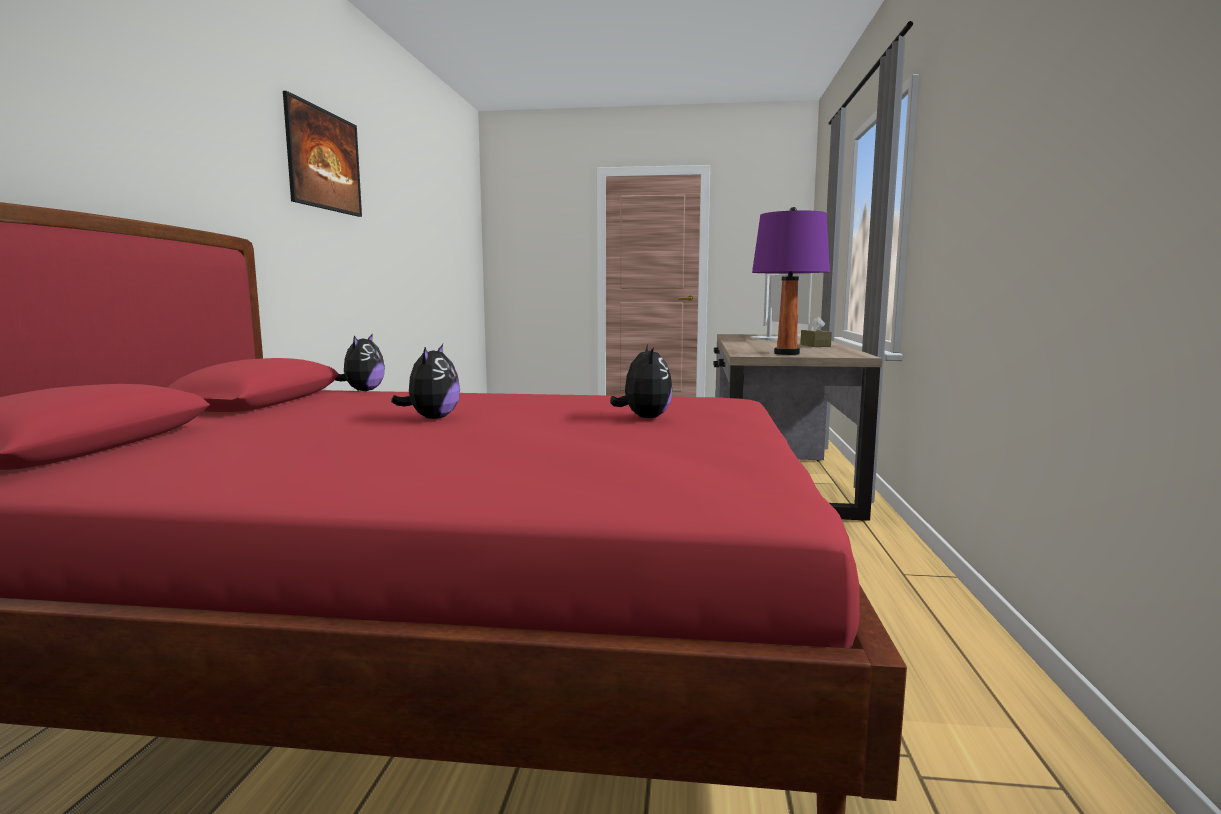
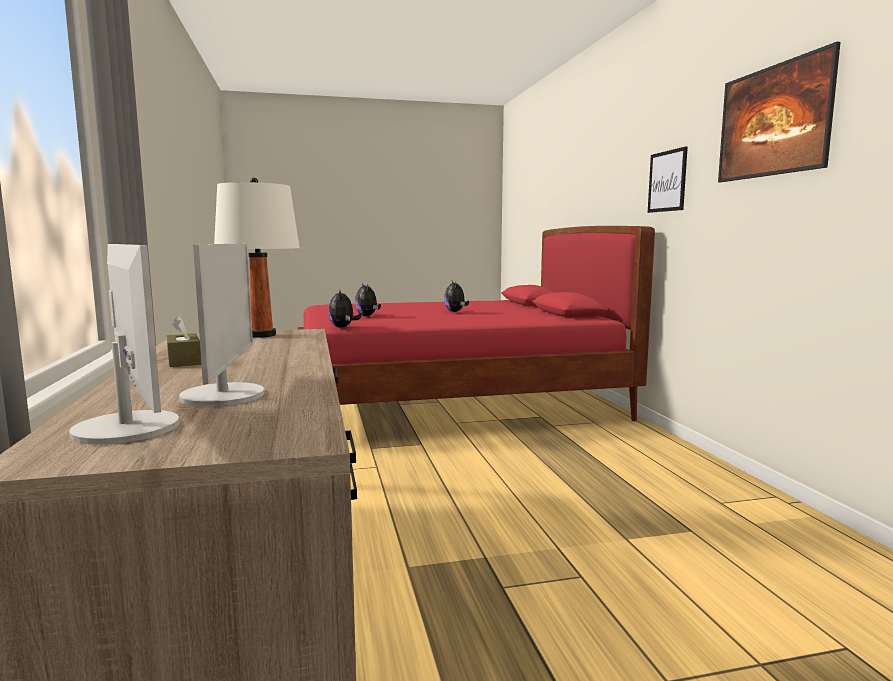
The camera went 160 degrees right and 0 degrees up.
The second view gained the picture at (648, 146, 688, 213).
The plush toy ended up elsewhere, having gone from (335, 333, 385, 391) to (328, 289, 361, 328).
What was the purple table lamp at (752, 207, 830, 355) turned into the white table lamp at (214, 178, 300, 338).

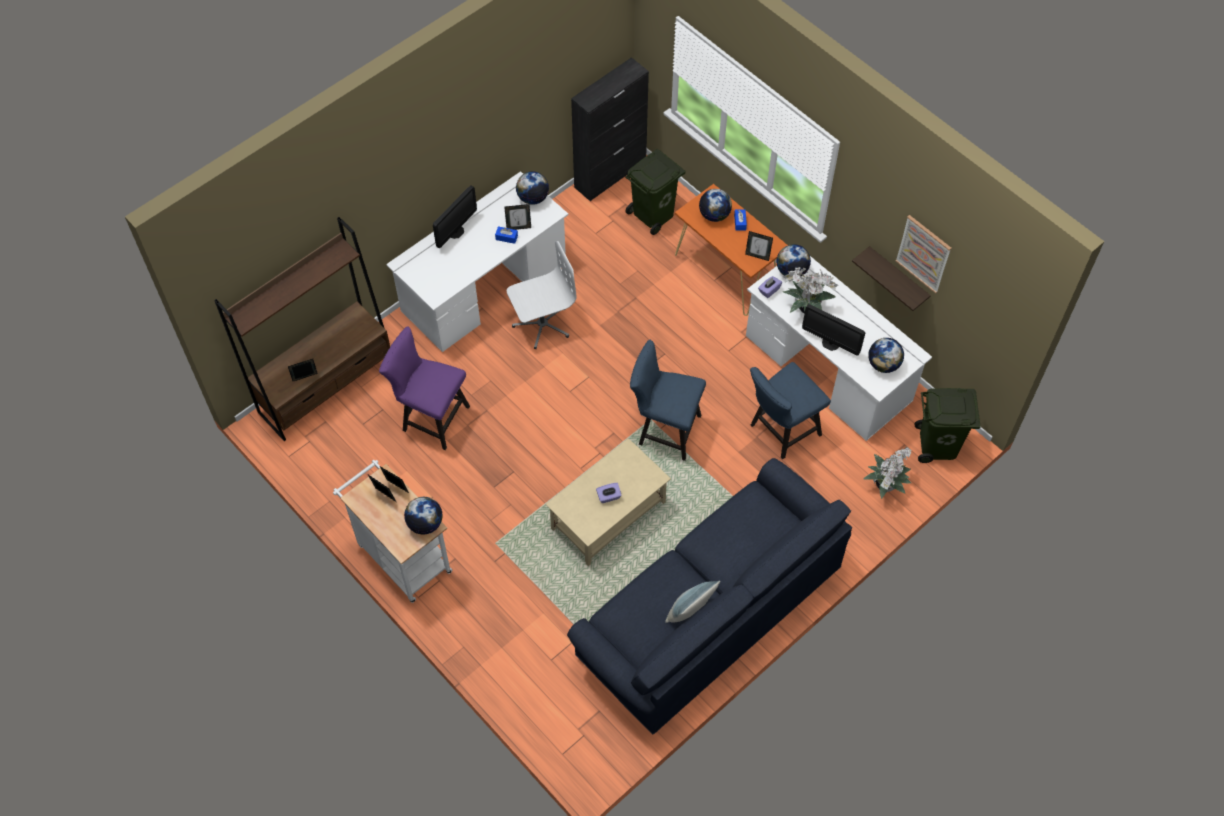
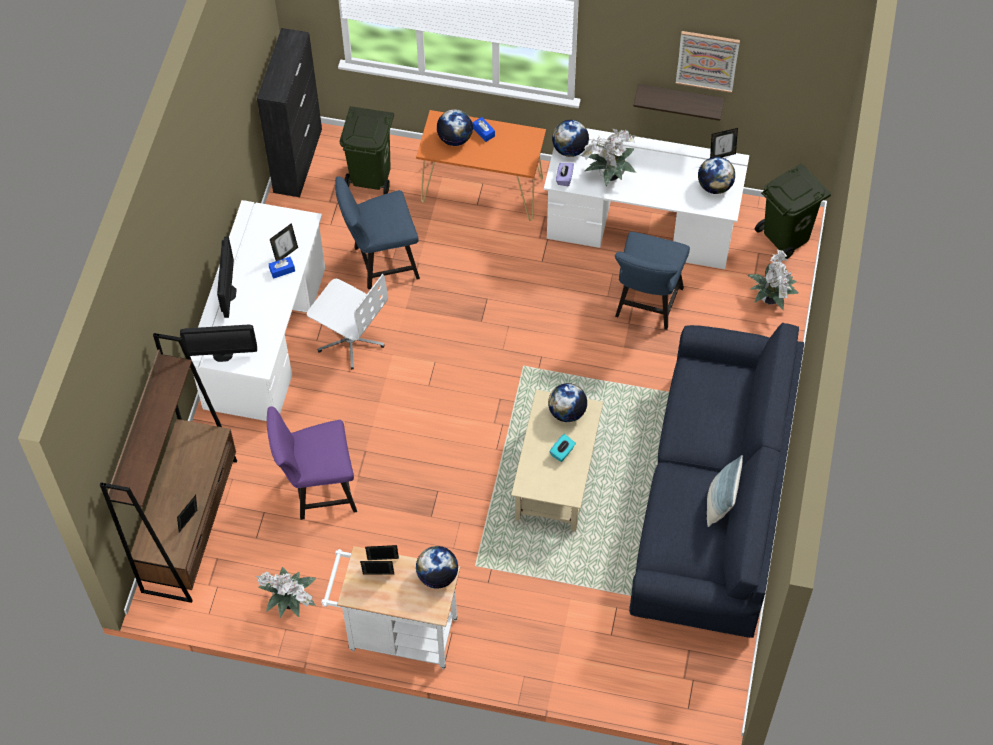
The camera went 35 degrees left and 0 degrees up.
The second view gained the potted plant at (256, 567, 316, 618).
The globe ended up elsewhere, having gone from (516, 171, 549, 205) to (548, 383, 587, 422).
The blue chair ended up elsewhere, having gone from (630, 339, 706, 461) to (335, 177, 420, 289).
The picture frame ended up elsewhere, having gone from (745, 231, 773, 261) to (710, 128, 738, 158).
The monitor ended up elsewhere, having gone from (802, 304, 865, 356) to (180, 324, 257, 362).
What was the purple tissue box at (596, 483, 622, 503) turned into the turquoise tissue box at (549, 434, 576, 462).
The white office chair at (507, 241, 577, 349) ended up facing another way, 90 degrees clockwise from before.

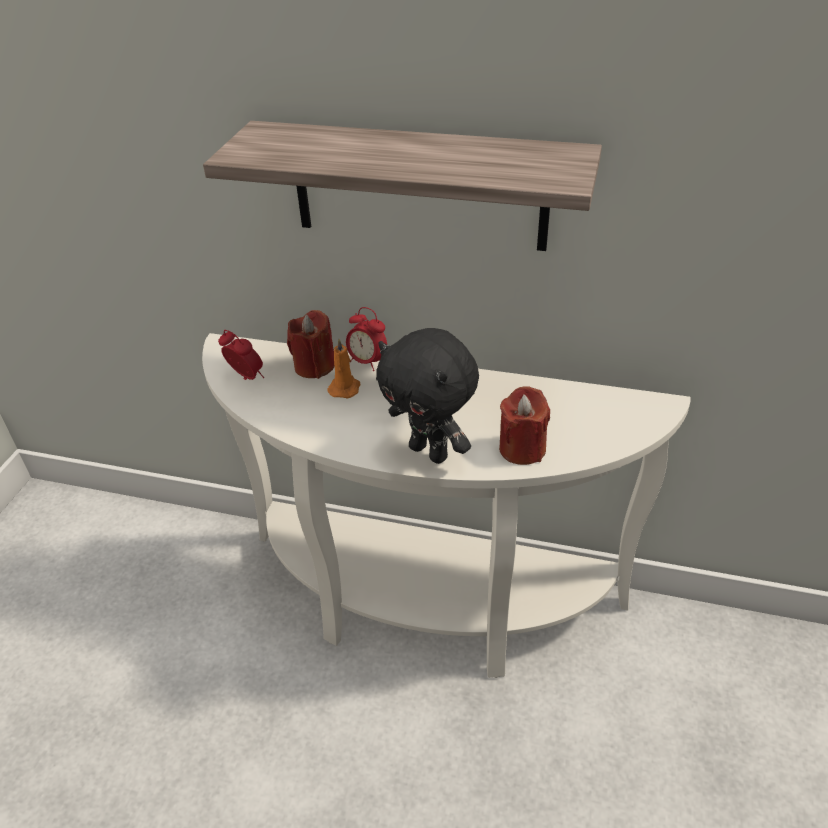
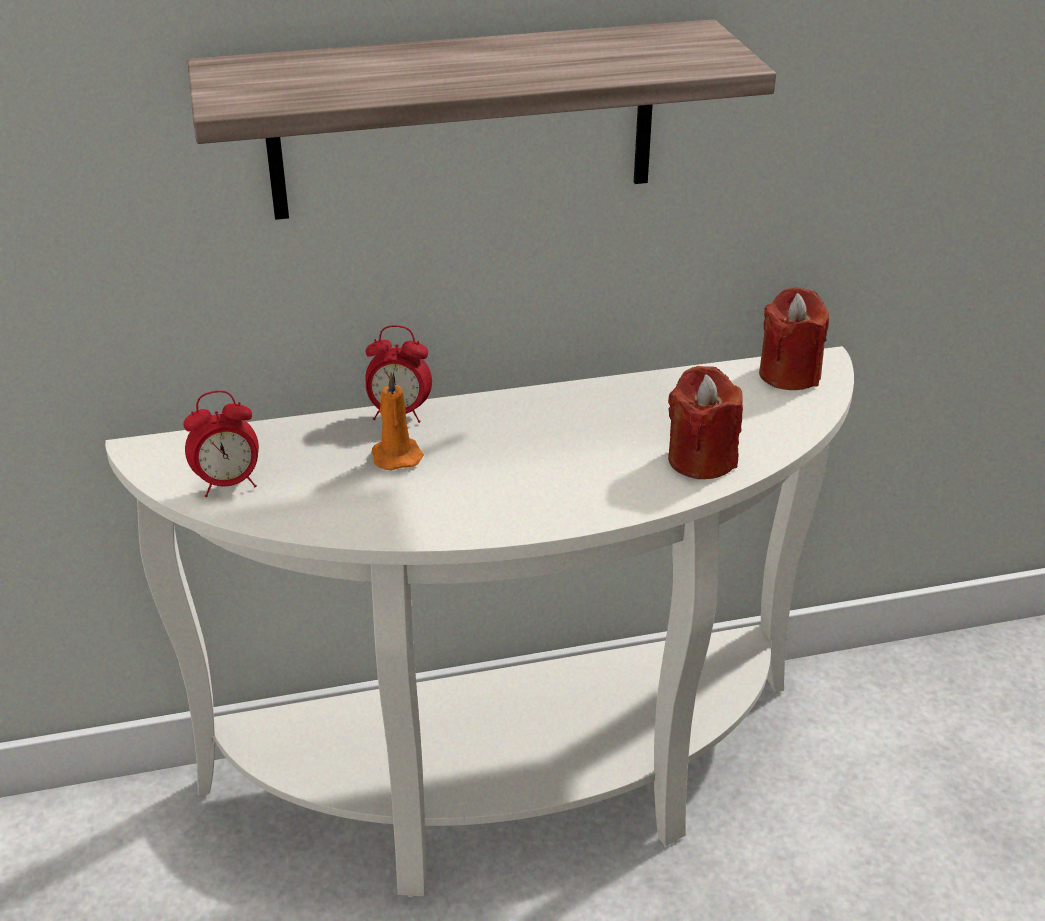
The camera went 30 degrees left and 5 degrees down.
The second view lost the black plush toy at (376, 328, 479, 464).
The red candle ended up elsewhere, having gone from (287, 310, 335, 379) to (759, 287, 829, 390).
The alarm clock at (218, 330, 264, 380) ended up facing another way, 150 degrees clockwise from before.

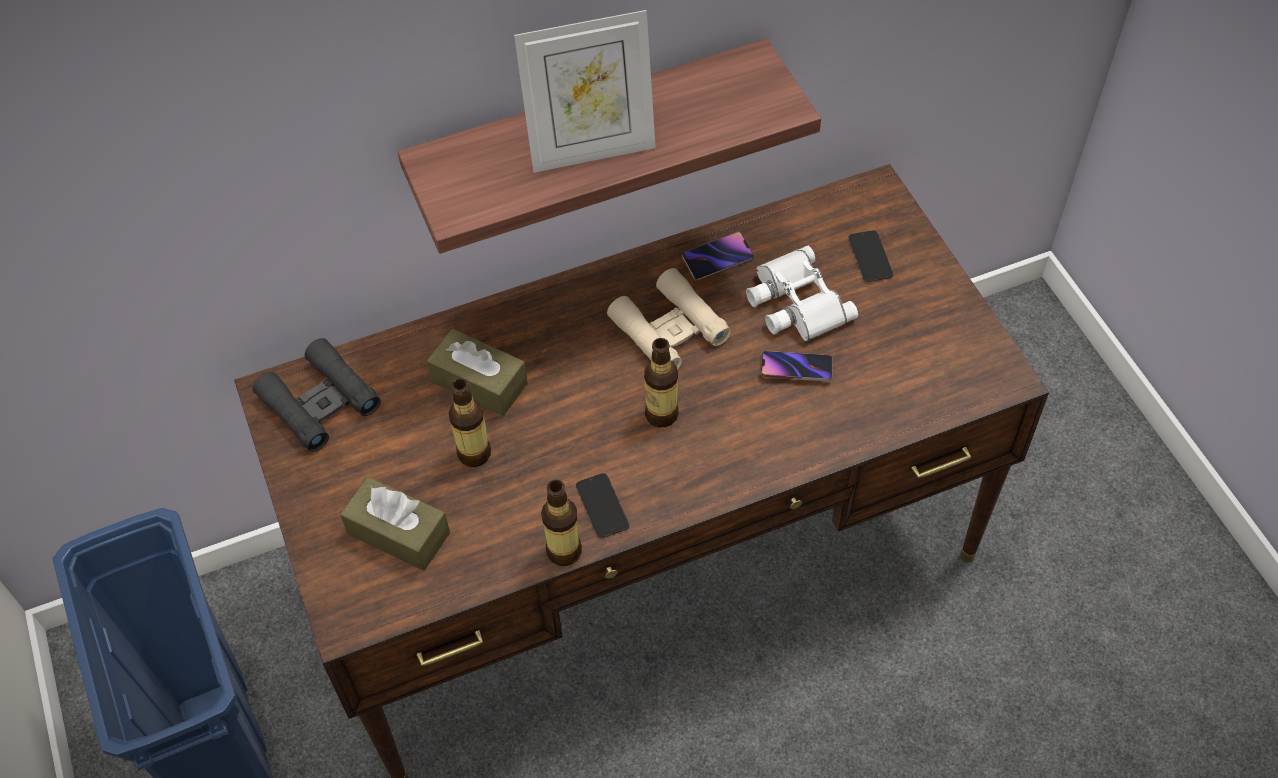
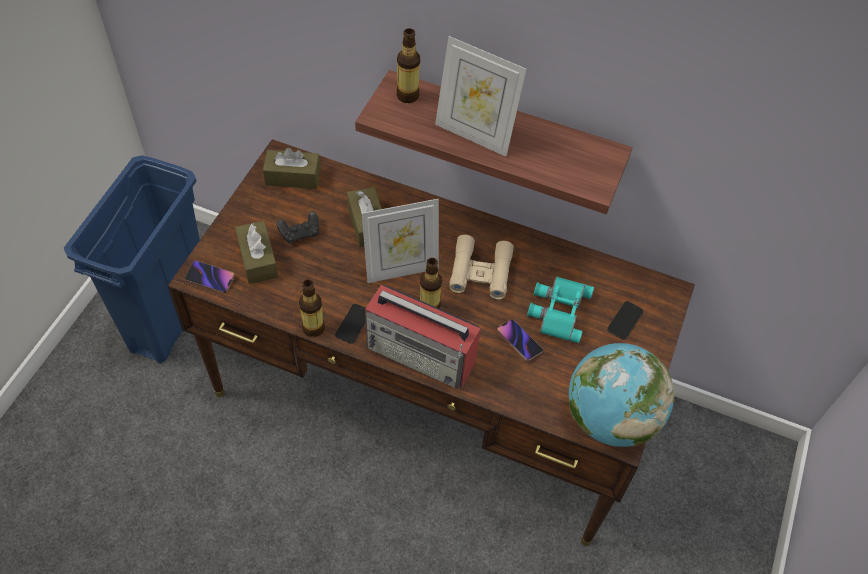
The camera went 40 degrees right and 0 degrees up.
The second view gained the black game controller at (276, 211, 319, 244).
The second view gained the picture frame at (362, 199, 439, 283).
The second view gained the radio at (365, 285, 481, 389).
The second view gained the globe at (569, 343, 674, 447).
The bottle ended up elsewhere, having gone from (449, 378, 491, 467) to (396, 28, 420, 103).
The phone ended up elsewhere, having gone from (682, 232, 754, 281) to (185, 261, 235, 293).
Where the black binoculars stood at (253, 338, 381, 452), the brown tissue box came to stand at (263, 148, 321, 189).
What was the white binoculars at (746, 246, 858, 341) turned into the turquoise binoculars at (527, 276, 594, 343).

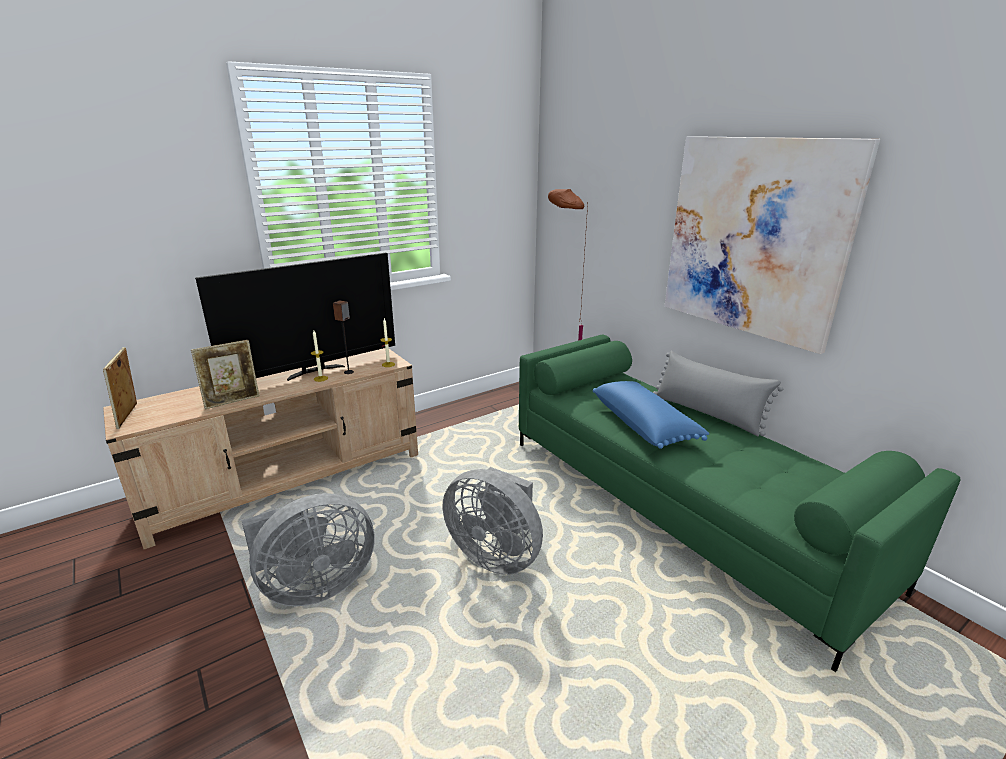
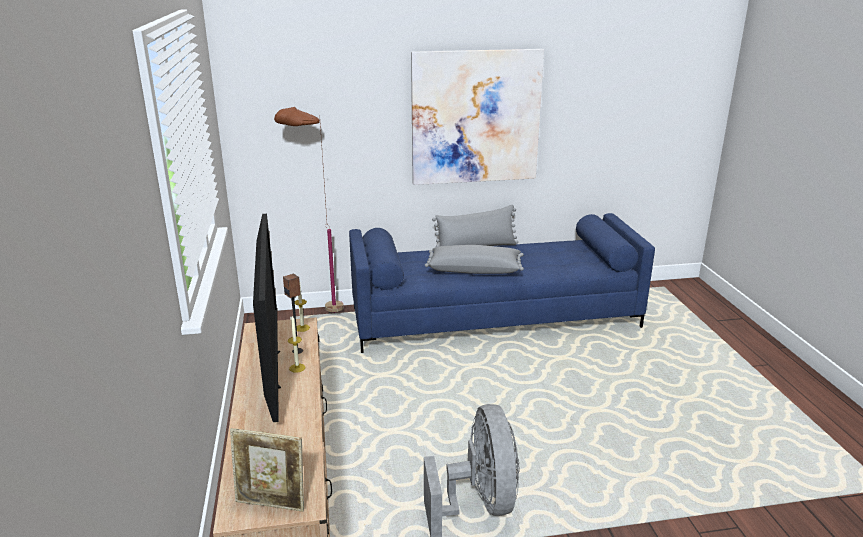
The camera went 65 degrees left and 0 degrees up.
The second view lost the picture frame at (191, 340, 260, 409).
The second view lost the grey fan at (443, 467, 543, 575).
What was the green sofa at (519, 335, 961, 672) turned into the blue sofa at (349, 213, 655, 353).
What was the blue pillow at (593, 381, 709, 449) turned into the grey pillow at (425, 245, 524, 274).

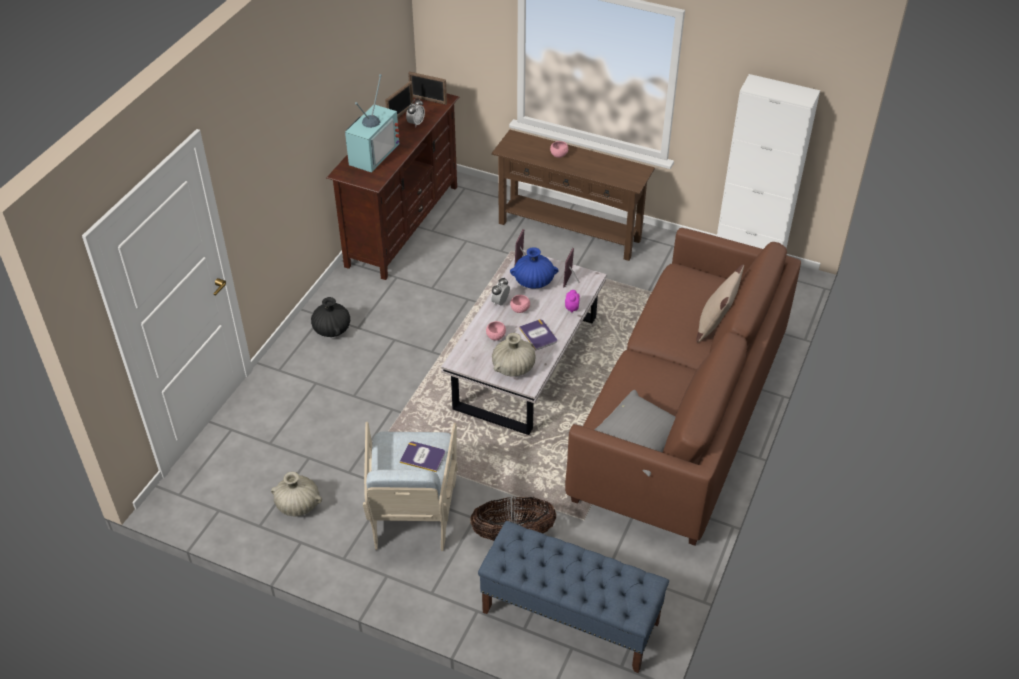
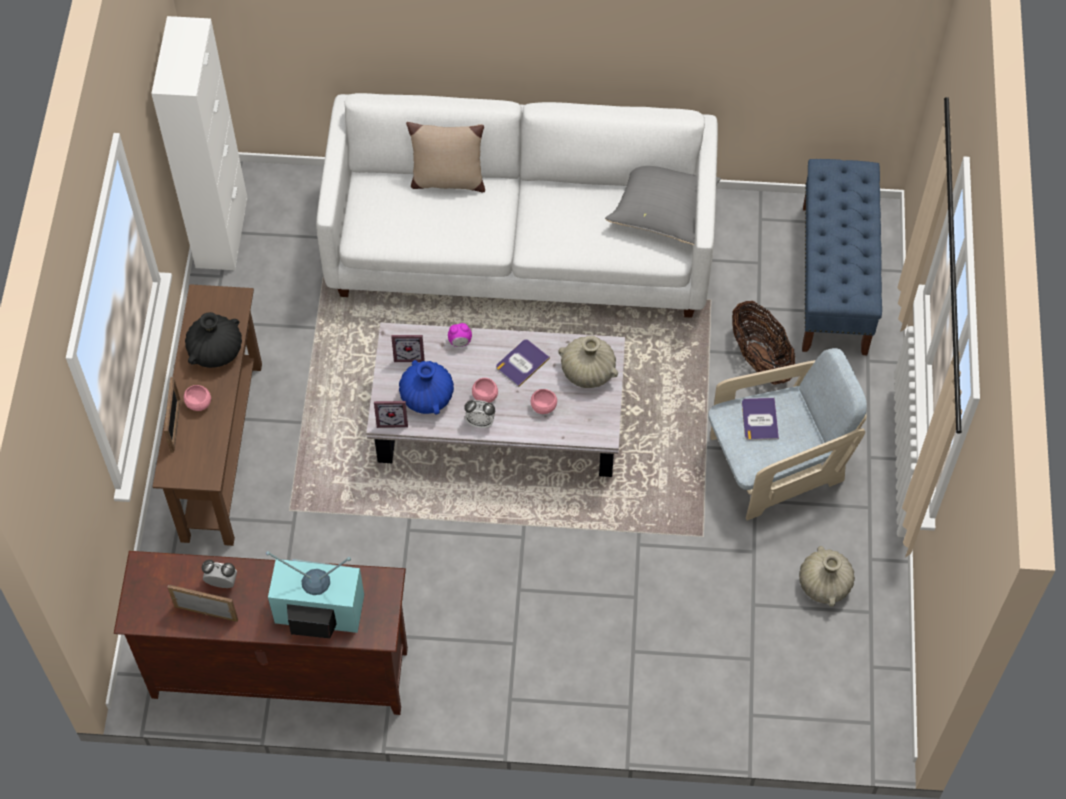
The camera went 110 degrees left and 15 degrees up.
The black vase ended up elsewhere, having gone from (311, 297, 350, 337) to (185, 312, 242, 368).
The picture frame ended up elsewhere, having gone from (408, 72, 447, 105) to (164, 377, 181, 453).
What was the brown sofa at (565, 228, 801, 546) turned into the white sofa at (316, 93, 718, 318).

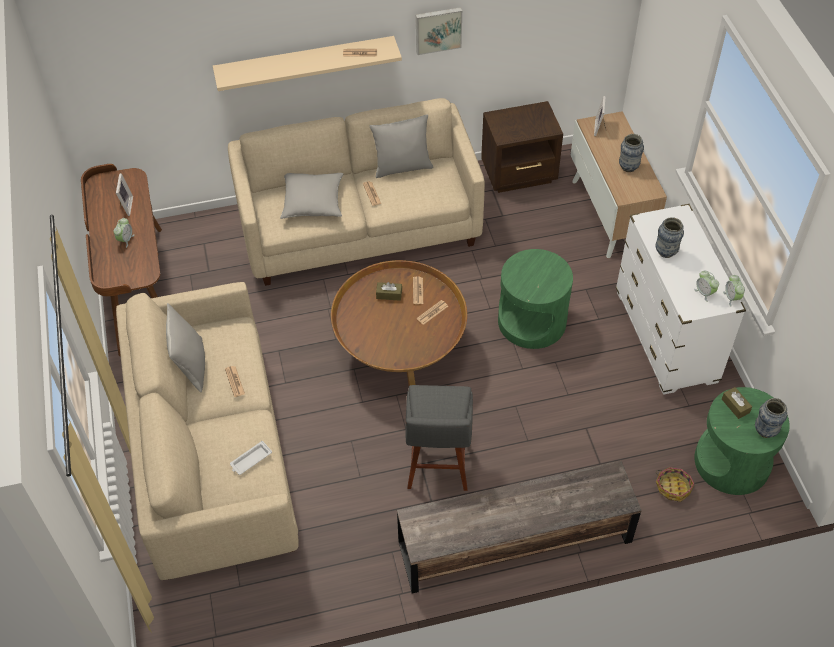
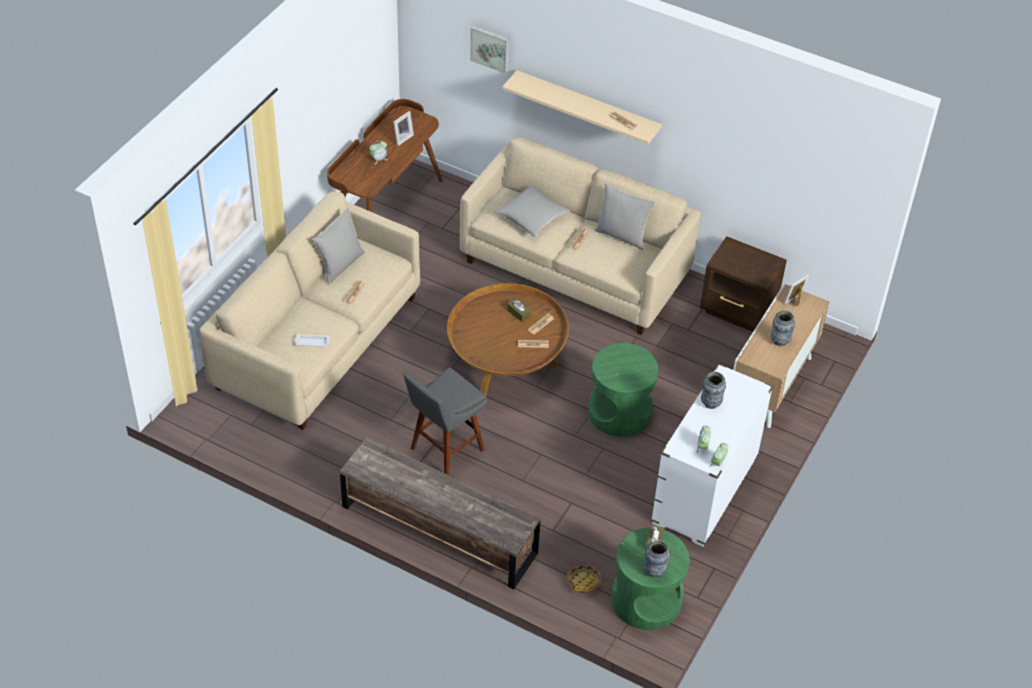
The camera went 40 degrees right and 5 degrees down.
The picture ended up elsewhere, having gone from (416, 7, 462, 55) to (470, 25, 509, 74).

